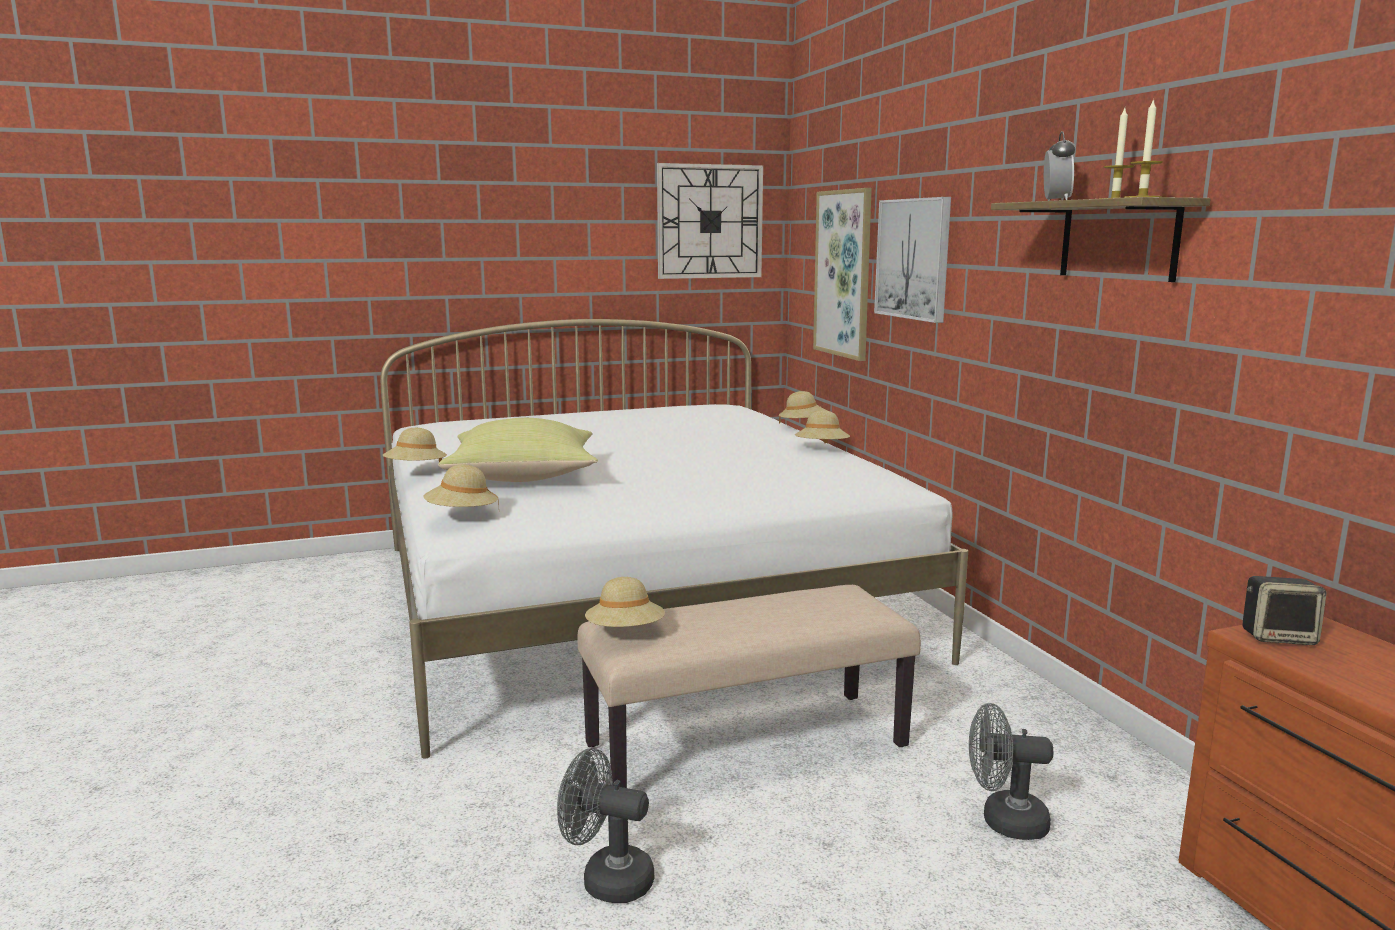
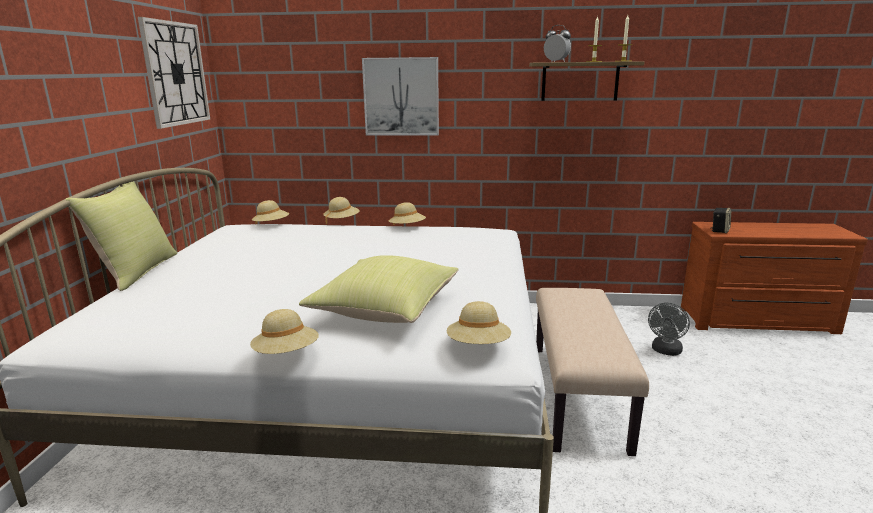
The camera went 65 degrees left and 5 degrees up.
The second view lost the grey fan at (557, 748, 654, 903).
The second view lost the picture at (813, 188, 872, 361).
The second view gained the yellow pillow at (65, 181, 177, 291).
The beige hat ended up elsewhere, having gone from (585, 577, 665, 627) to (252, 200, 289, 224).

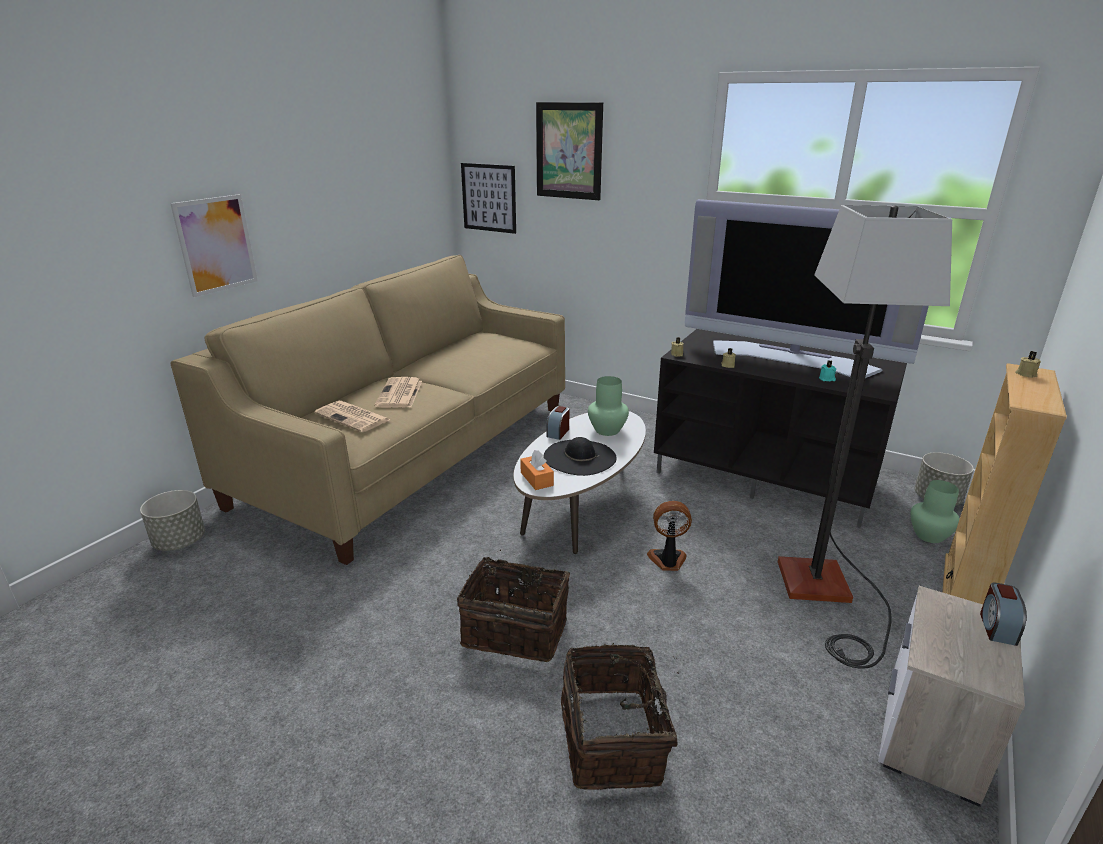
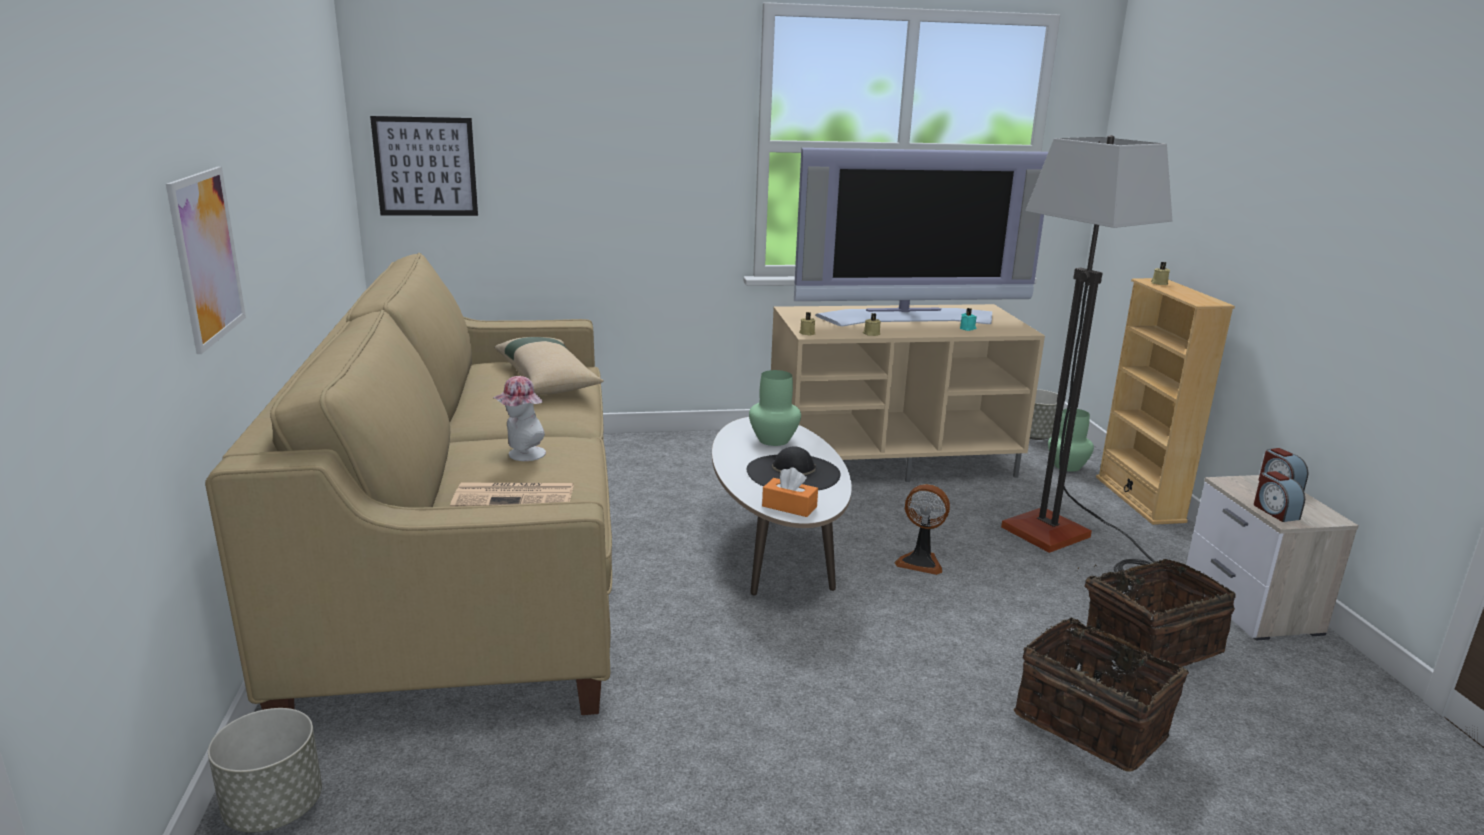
The camera went 40 degrees left and 5 degrees down.
The second view lost the picture at (536, 102, 603, 200).
The second view gained the beige pillow at (495, 337, 604, 395).
The basket ended up elsewhere, having gone from (457, 549, 570, 662) to (1078, 559, 1236, 667).
The alarm clock ended up elsewhere, having gone from (546, 406, 569, 440) to (1254, 471, 1305, 522).
Where the newspaper stood at (375, 377, 422, 408), the hat came to stand at (493, 376, 546, 461).
What was the black tv stand at (654, 329, 907, 528) turned into the beige tv stand at (771, 304, 1045, 482).
The fan at (647, 501, 692, 571) ended up facing another way, 120 degrees counterclockwise from before.

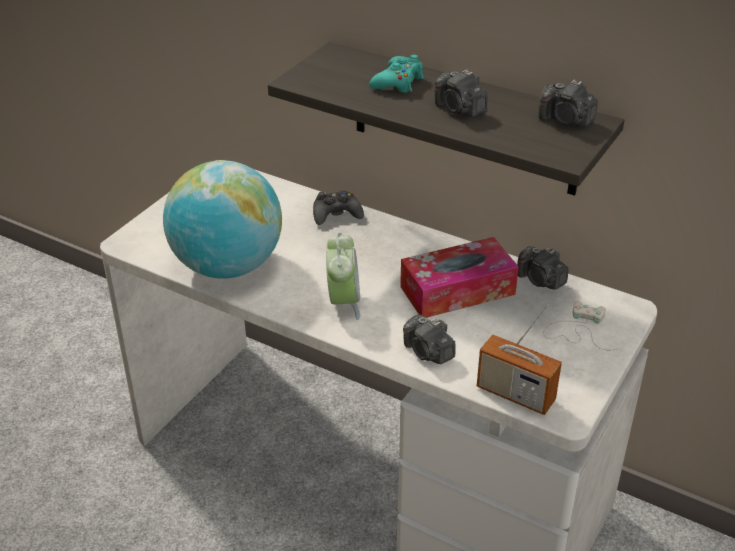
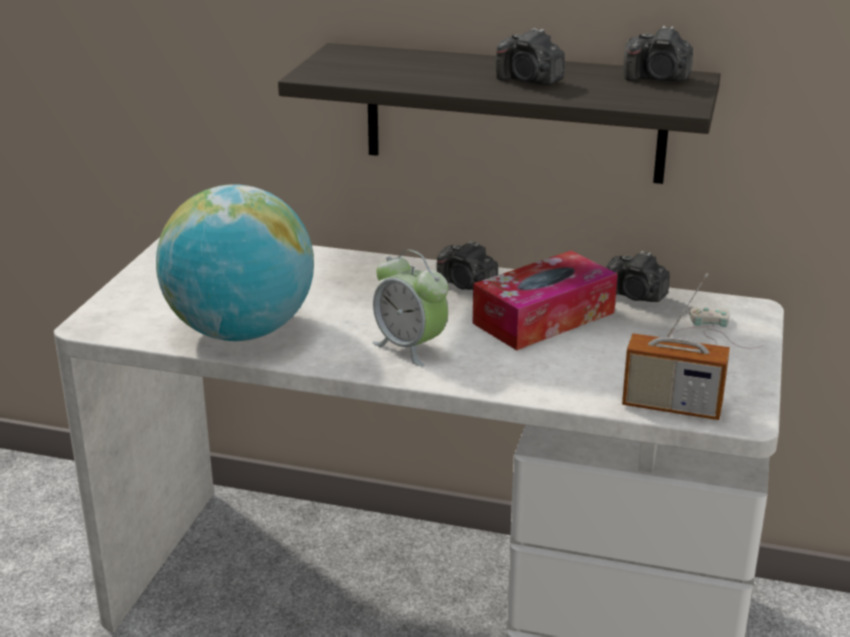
The camera went 15 degrees left and 10 degrees down.
The second view lost the black game controller at (313, 190, 364, 225).
The second view lost the turquoise game controller at (369, 55, 424, 93).
The photo camera ended up elsewhere, having gone from (403, 314, 456, 364) to (437, 241, 498, 290).
The alarm clock at (326, 232, 360, 320) ended up facing another way, 150 degrees clockwise from before.

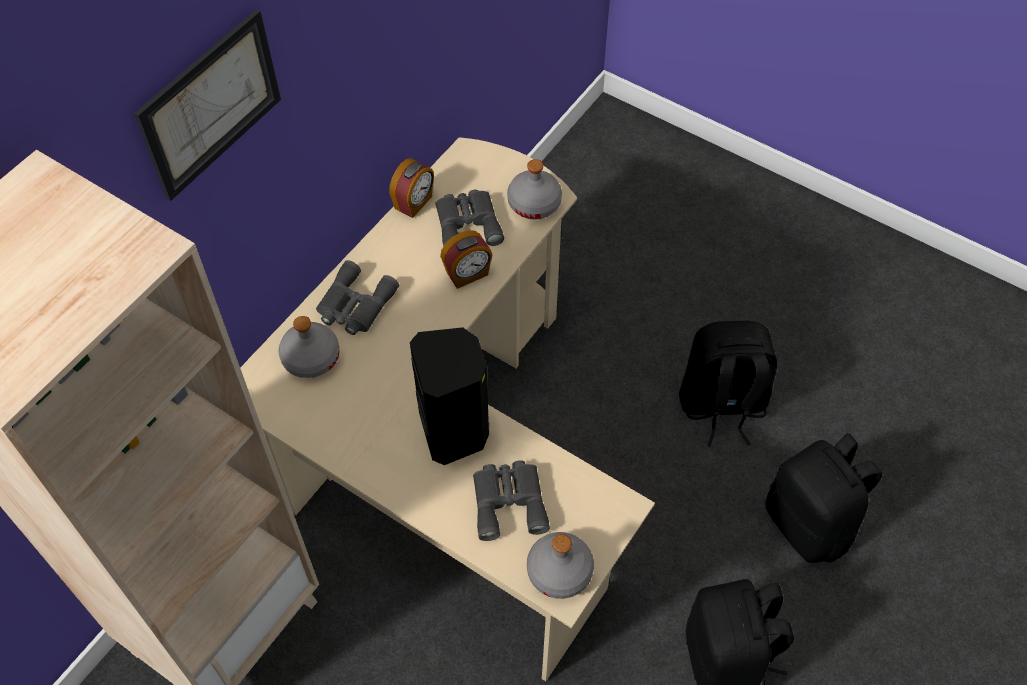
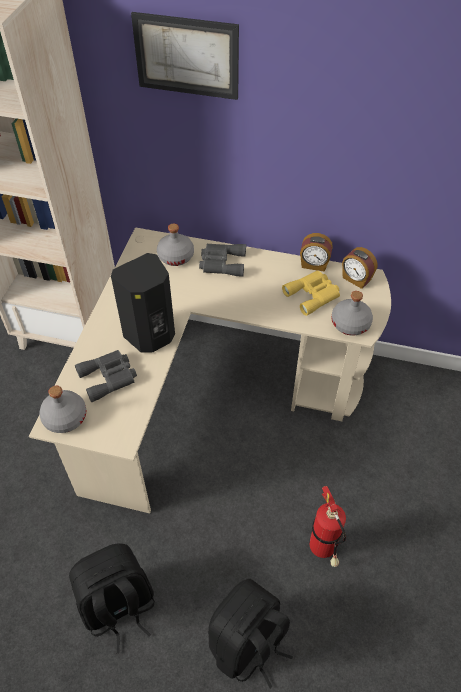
The camera went 70 degrees right and 5 degrees down.
The alarm clock ended up elsewhere, having gone from (440, 230, 492, 289) to (342, 247, 377, 289).
Where the black backpack stood at (679, 321, 777, 447), the fire extinguisher came to stand at (309, 486, 346, 567).
What was the grey binoculars at (435, 190, 504, 246) turned into the yellow binoculars at (282, 271, 340, 316).

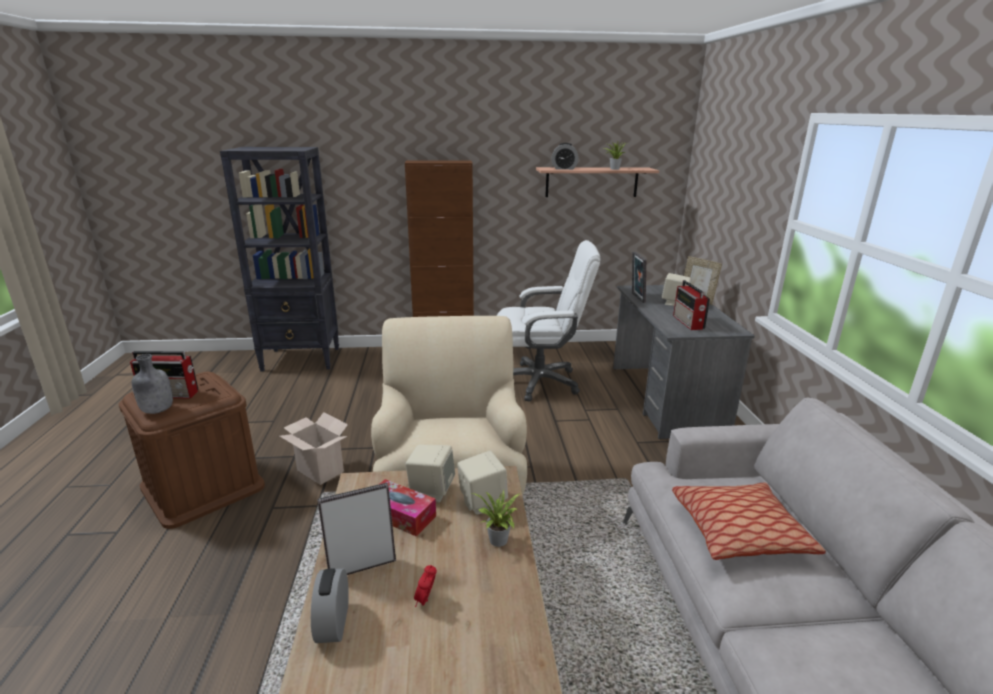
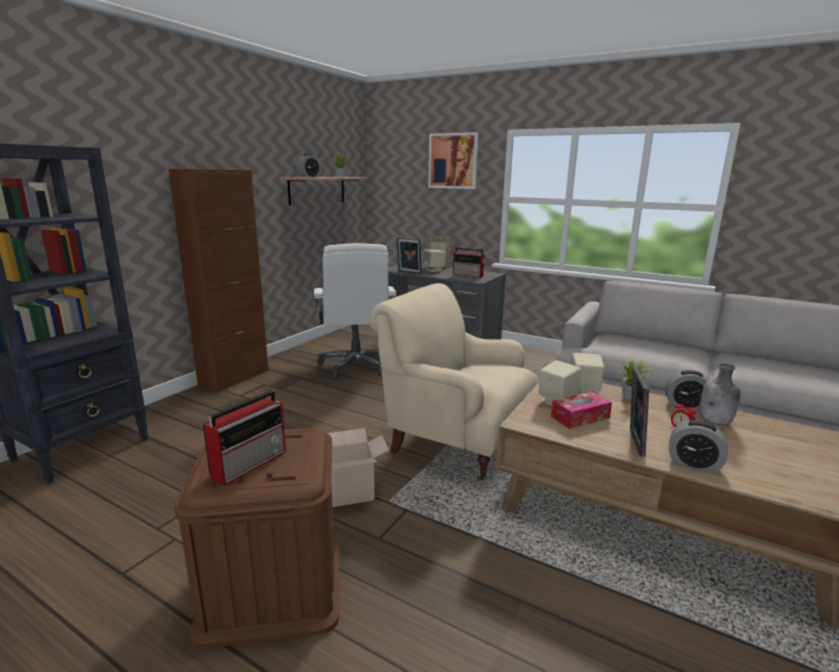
The camera went 55 degrees left and 5 degrees down.
The second view lost the pillow at (672, 483, 826, 560).
The second view gained the picture at (428, 132, 479, 189).
The second view gained the alarm clock at (665, 370, 707, 410).
The grey bottle ended up elsewhere, having gone from (132, 354, 173, 414) to (699, 363, 741, 425).
The white office chair at (497, 240, 601, 402) ended up facing another way, 135 degrees clockwise from before.

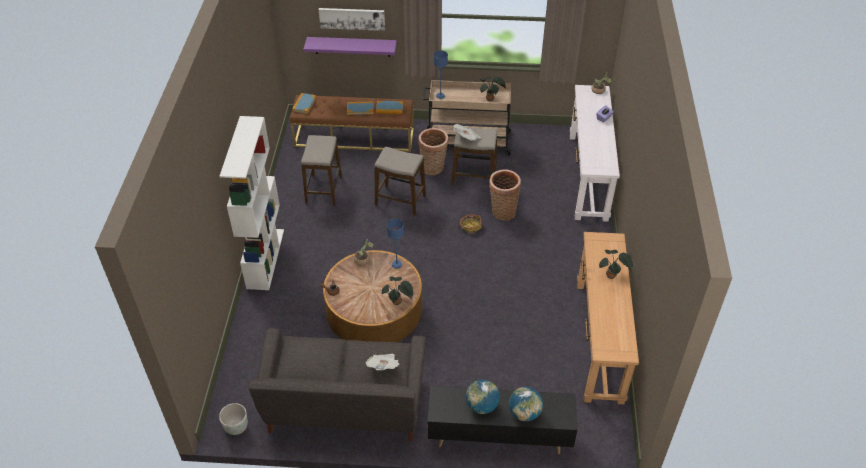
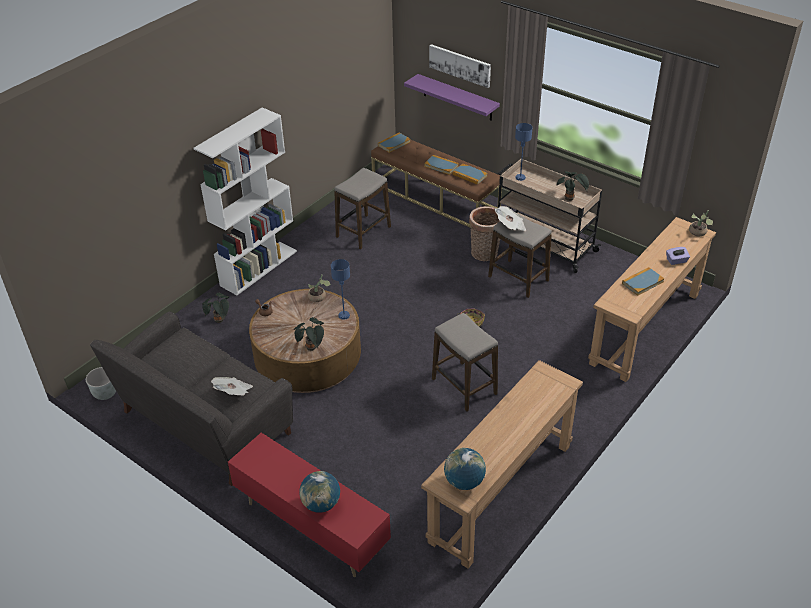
The camera went 35 degrees right and 5 degrees down.
The second view lost the basket at (489, 169, 521, 221).
The second view gained the book at (622, 267, 665, 296).
The stool ended up elsewhere, having gone from (374, 147, 426, 216) to (432, 313, 498, 412).
The globe ended up elsewhere, having gone from (466, 380, 500, 414) to (444, 448, 486, 490).
The potted plant ended up elsewhere, having gone from (599, 250, 633, 279) to (202, 293, 229, 323).
What was the black tv stand at (428, 386, 578, 454) turned into the red tv stand at (228, 433, 391, 577).
What was the white console table at (570, 85, 620, 222) turned into the brown console table at (588, 217, 716, 382).

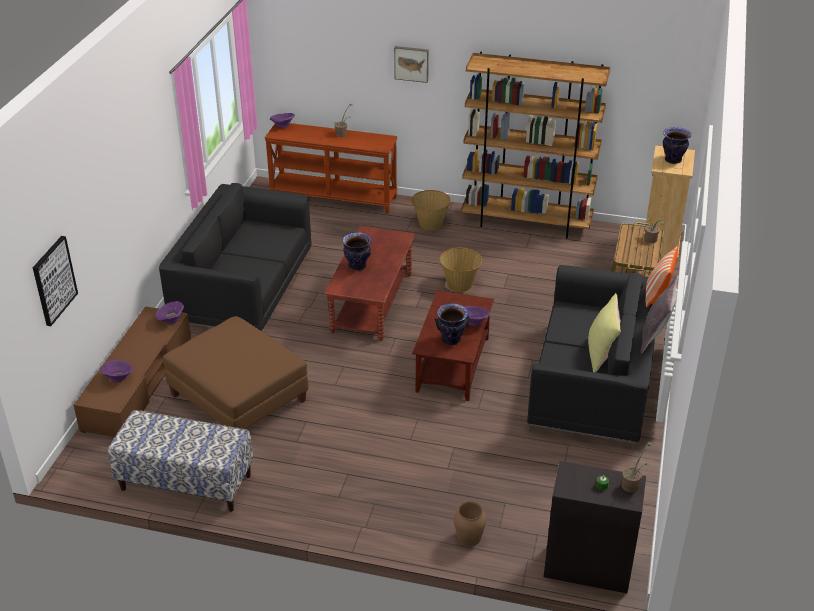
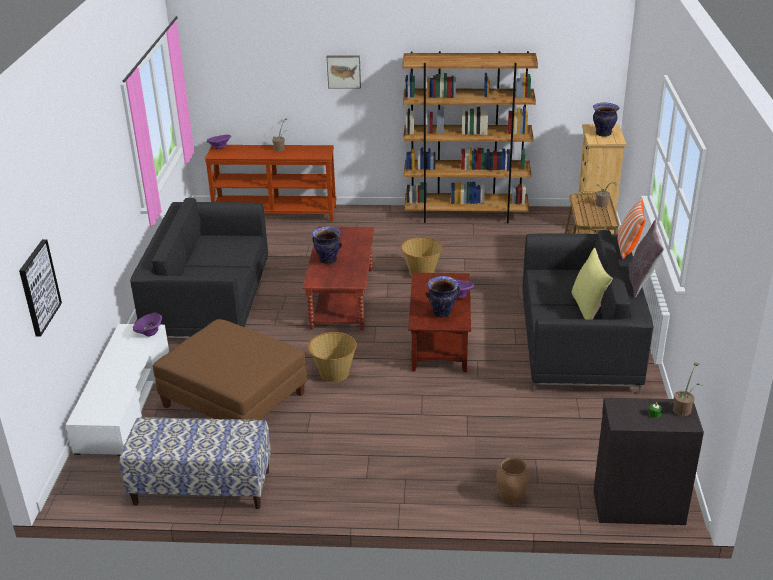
The camera went 10 degrees left and 5 degrees down.
The second view lost the purple bowl at (101, 360, 133, 382).
The basket ended up elsewhere, having gone from (411, 190, 451, 230) to (308, 332, 357, 382).
What was the brown tv stand at (73, 307, 191, 437) turned into the white tv stand at (66, 324, 169, 456).

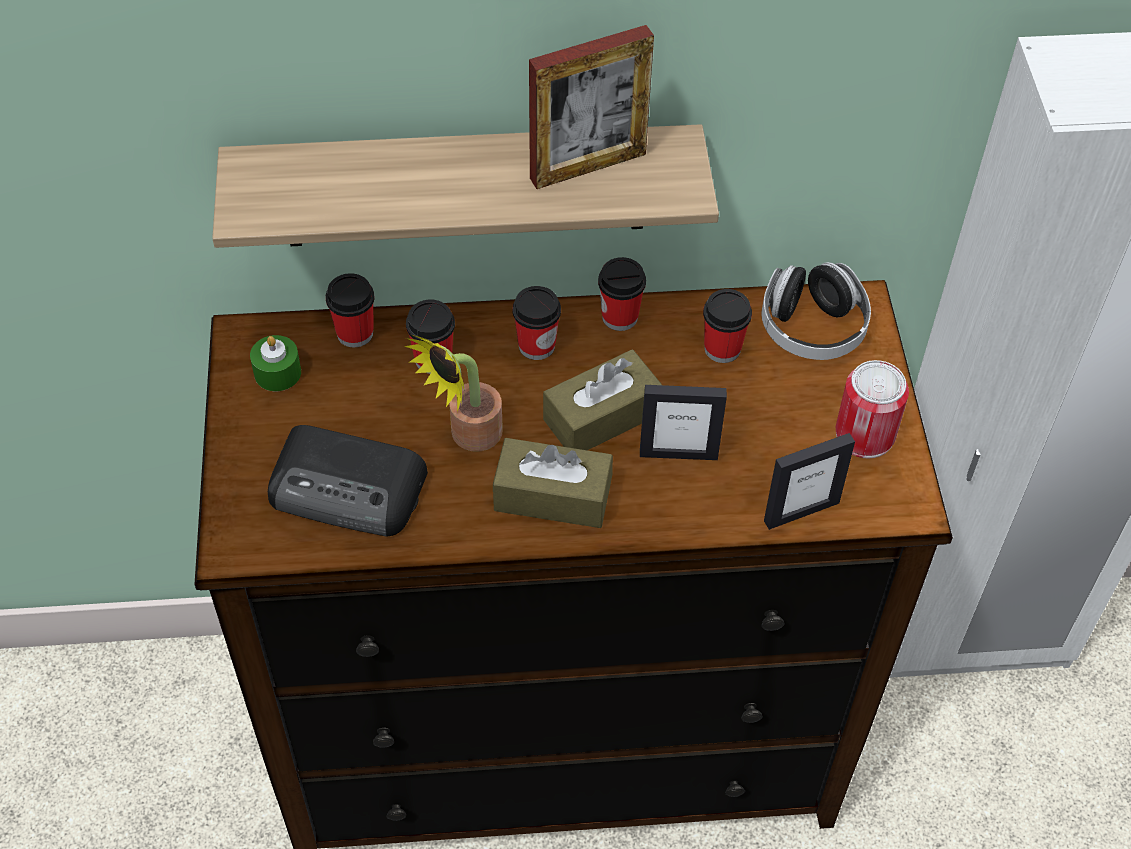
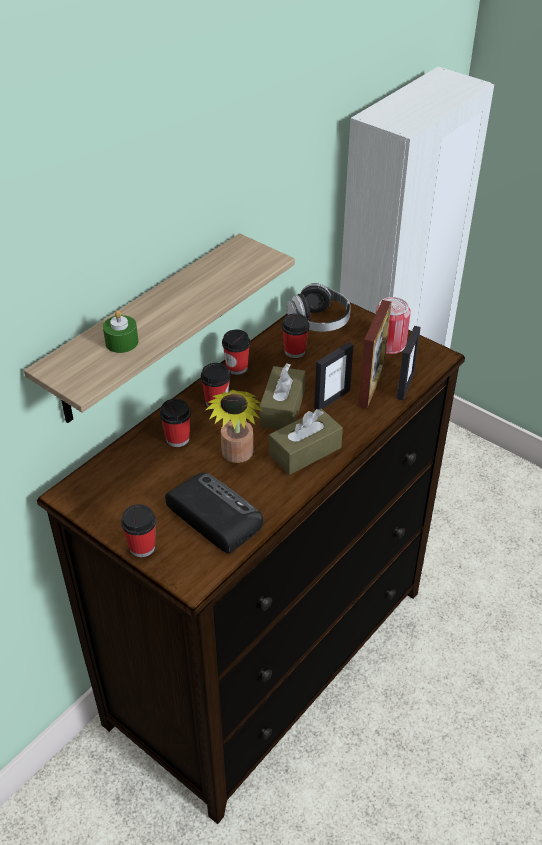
The camera went 45 degrees left and 10 degrees down.
The green candle ended up elsewhere, having gone from (250, 335, 301, 391) to (103, 310, 139, 353).
The cup ended up elsewhere, having gone from (326, 273, 375, 347) to (121, 504, 156, 557).
The picture frame ended up elsewhere, having gone from (529, 25, 654, 189) to (358, 300, 391, 408).
The radio at (268, 425, 428, 537) ended up facing another way, 105 degrees counterclockwise from before.

